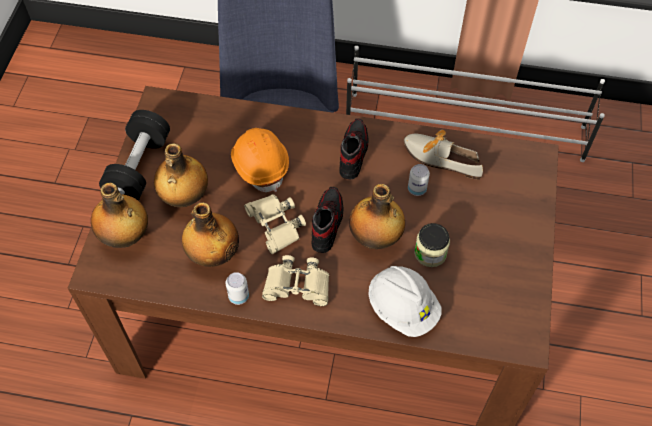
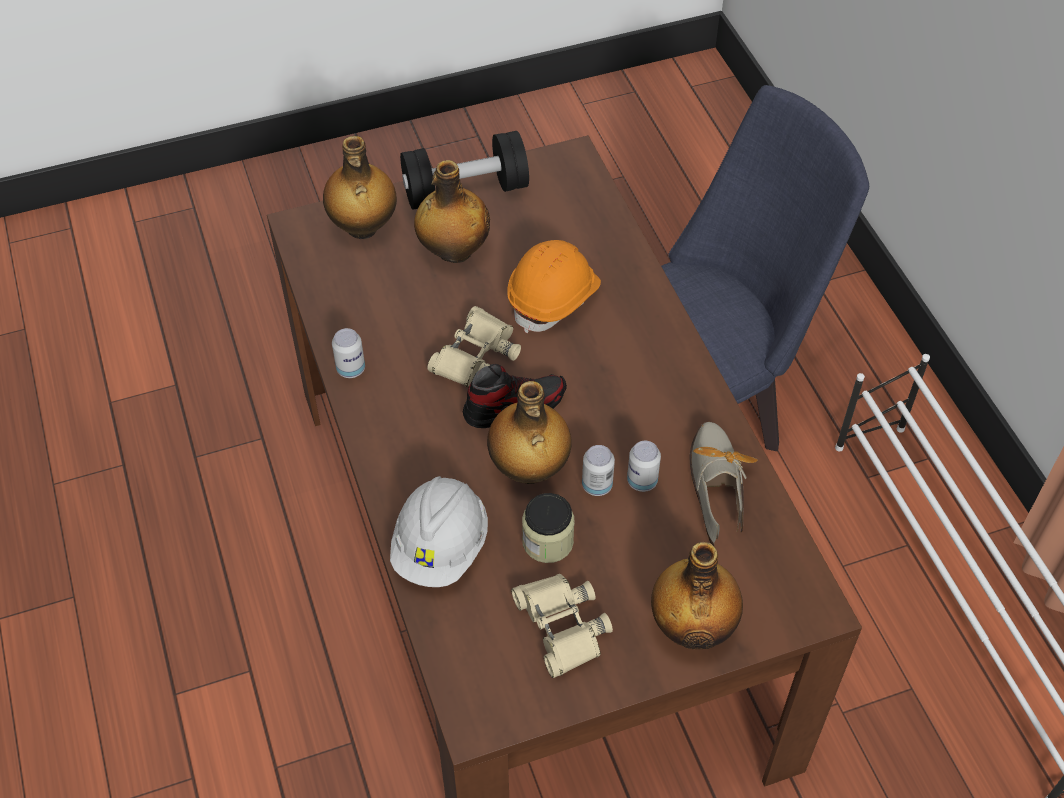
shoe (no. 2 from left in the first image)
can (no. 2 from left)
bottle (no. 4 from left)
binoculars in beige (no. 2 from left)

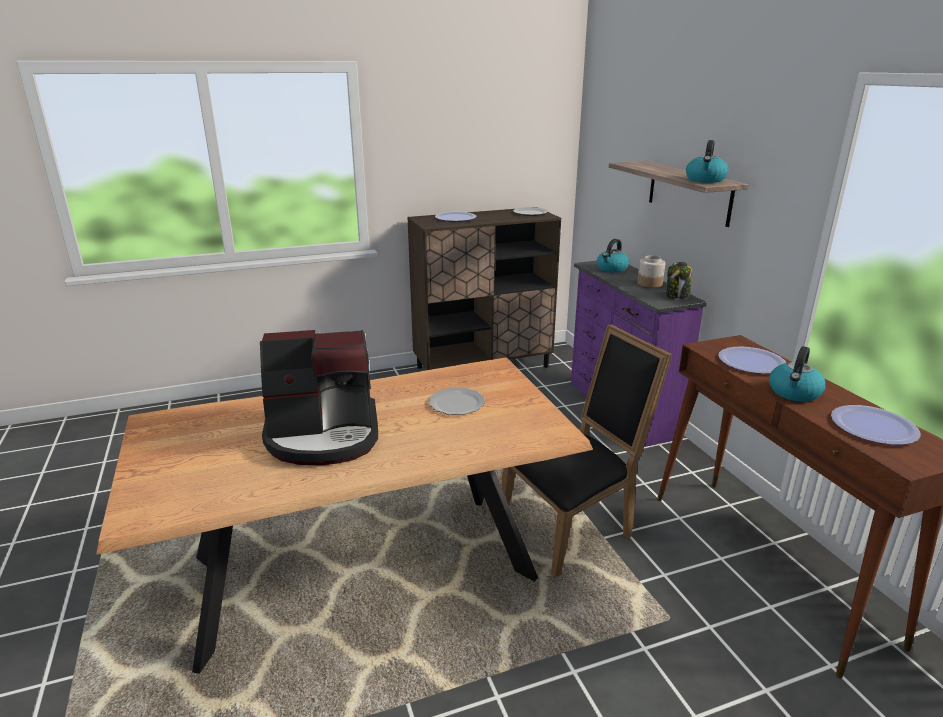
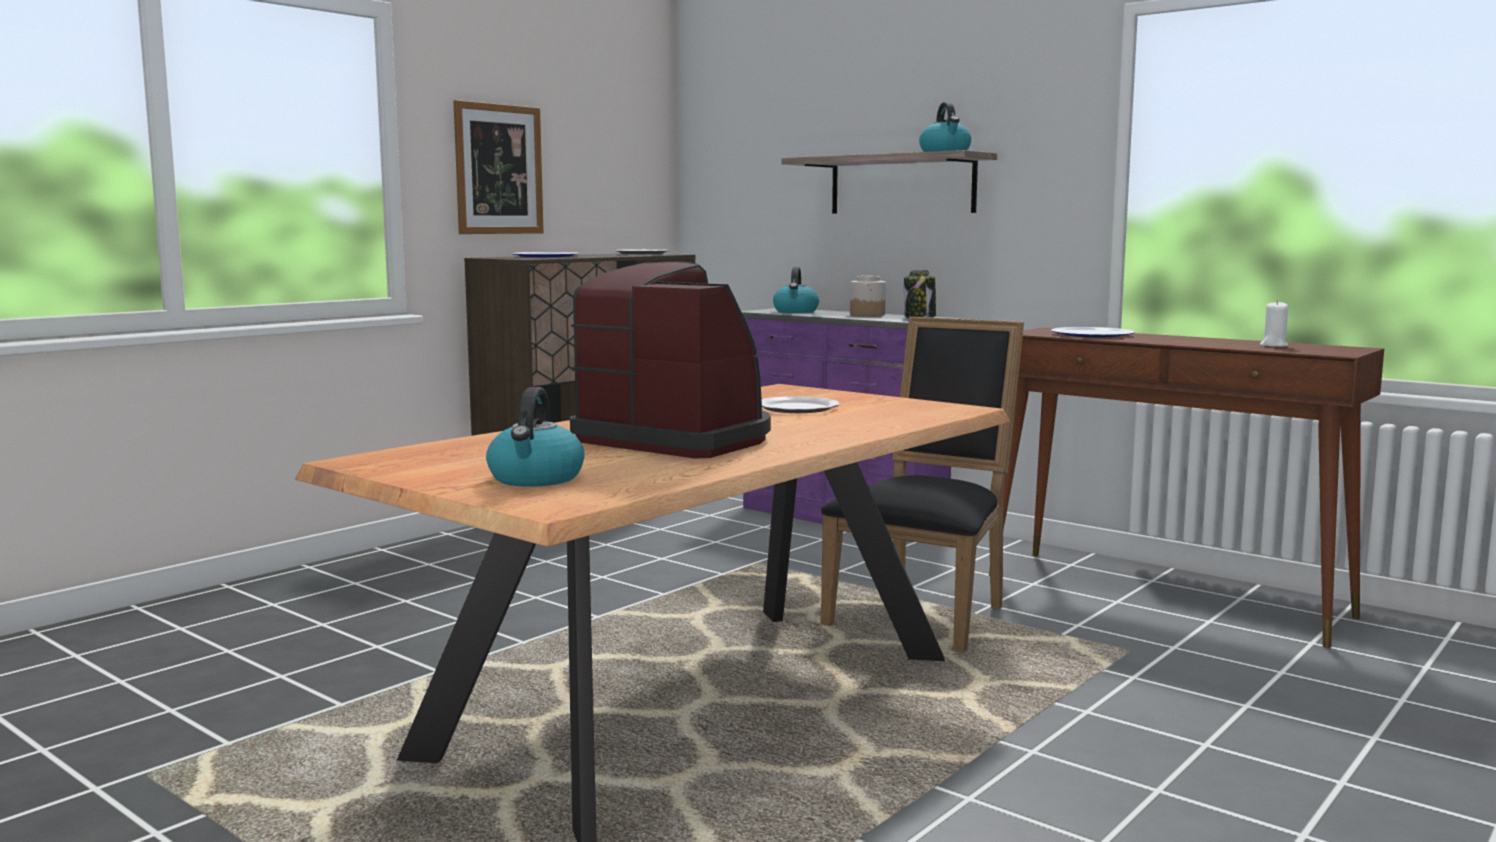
picture
kettle (no. 1 from left)
candle in white
coffee machine

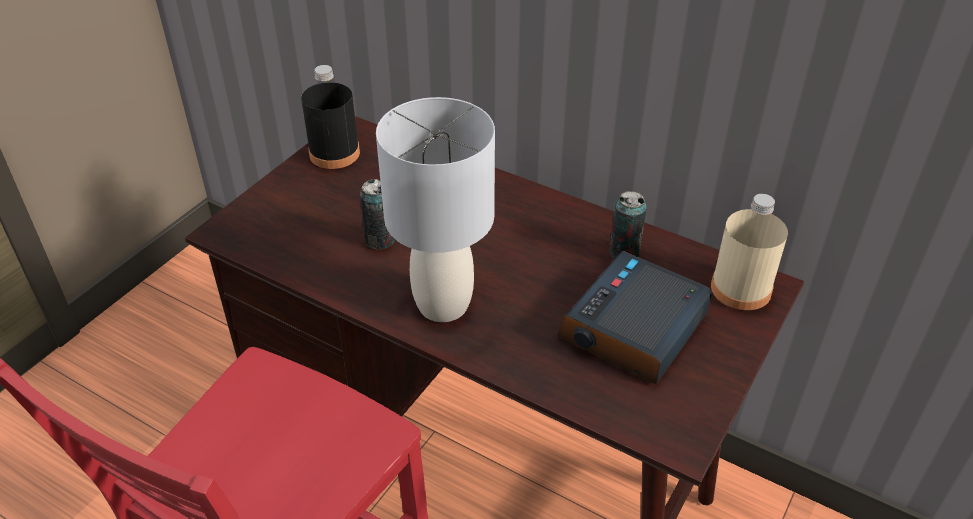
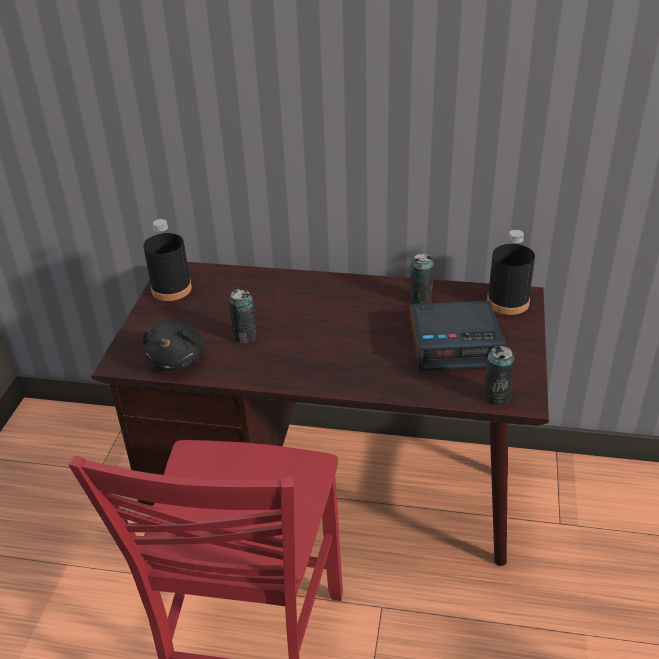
table lamp in grey
plush toy in black
can (no. 3 from left)
bottle in black (no. 2 from left)
alarm clock

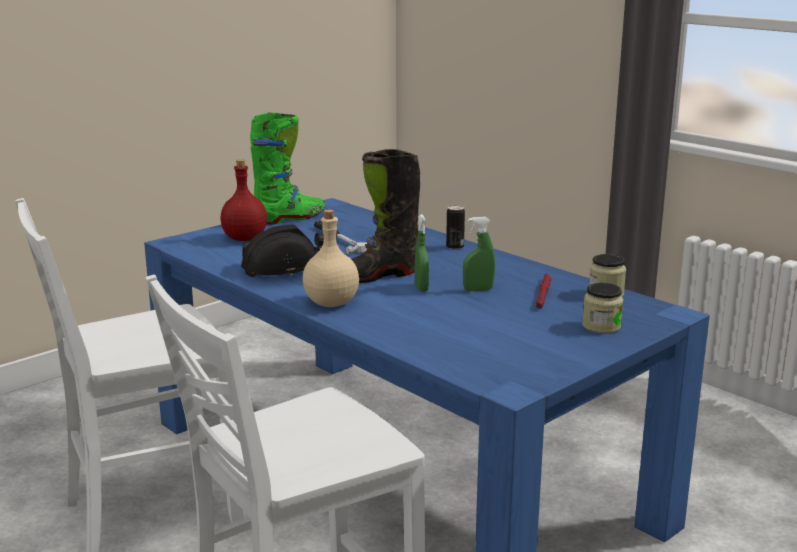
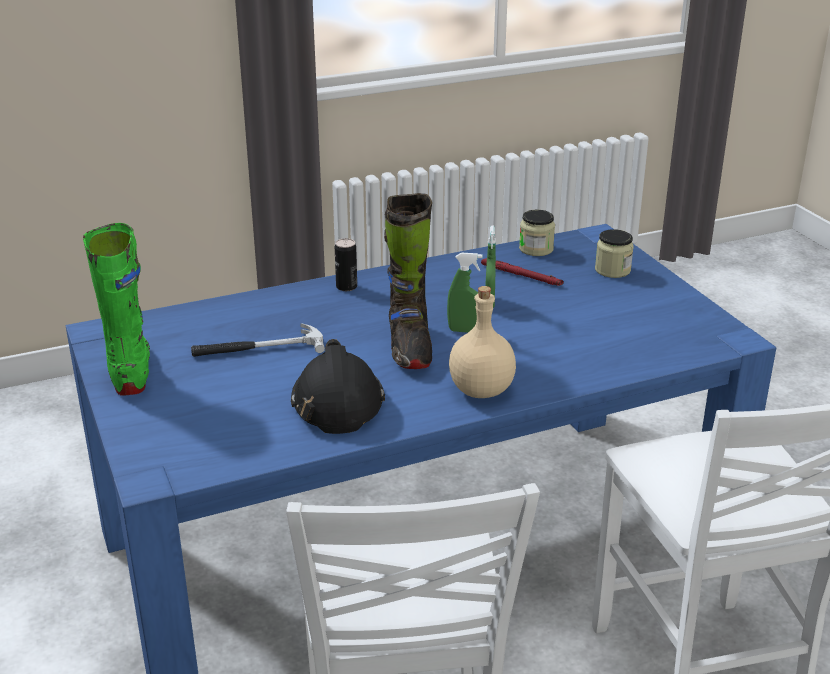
bottle in red

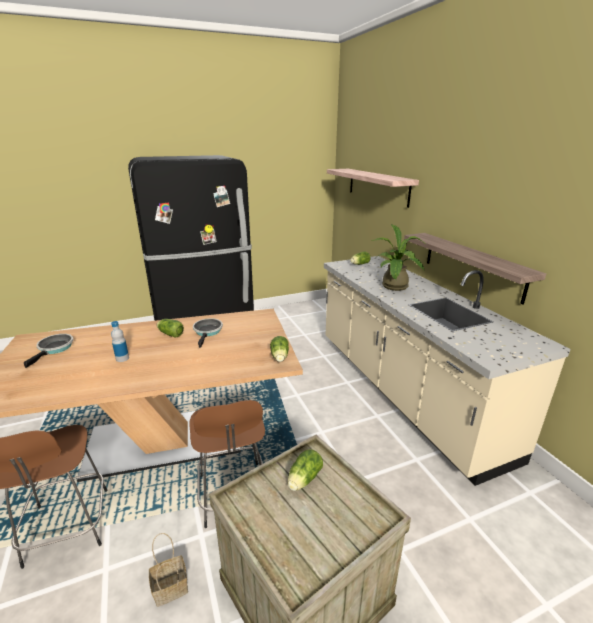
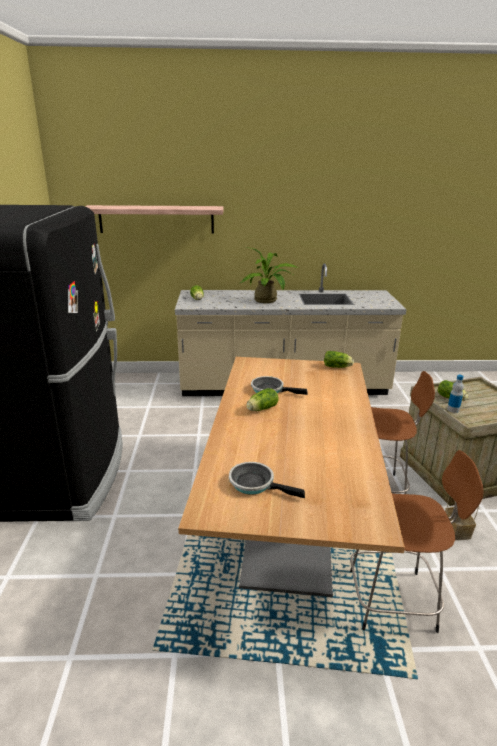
shelf (no. 2 from left in the first image)
bottle

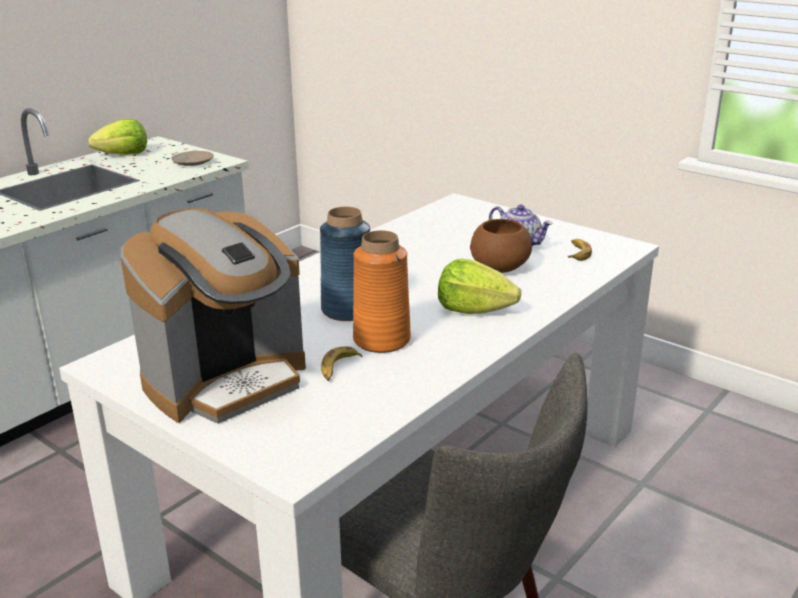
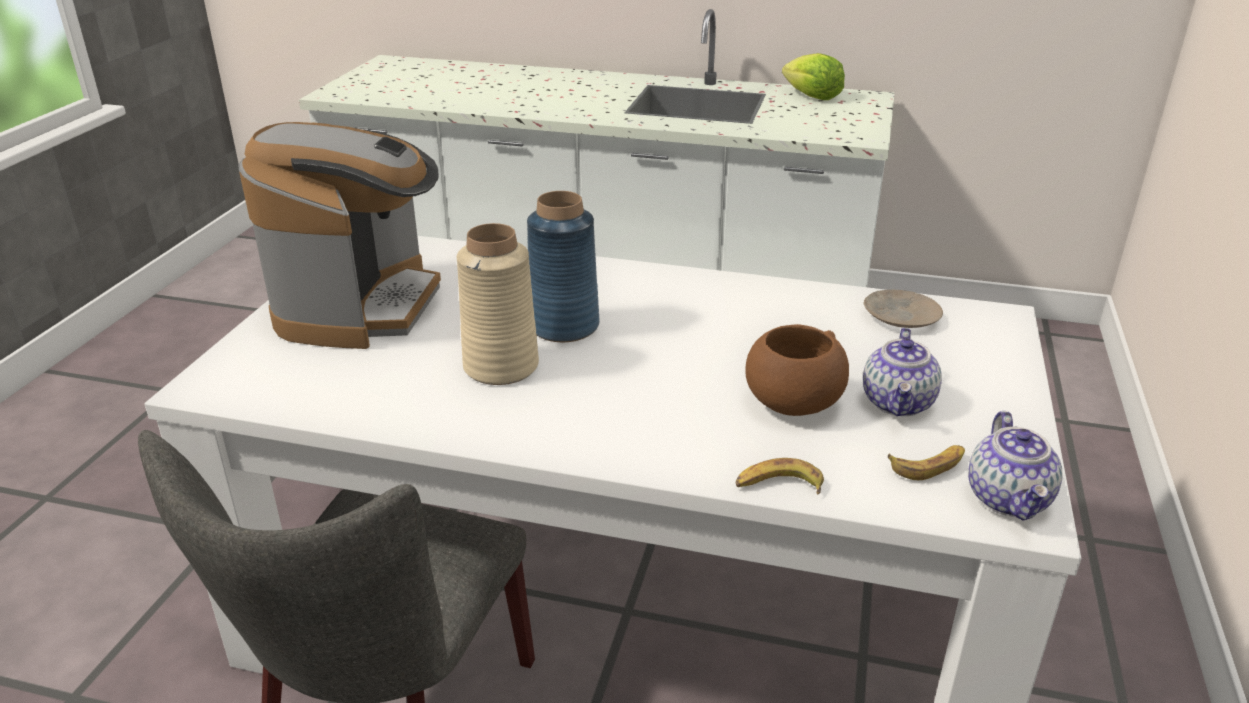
lettuce (no. 2 from left in the first image)
teapot (no. 2 from left)
plate in beige
banana (no. 1 from left)
vase in beige
coffee machine

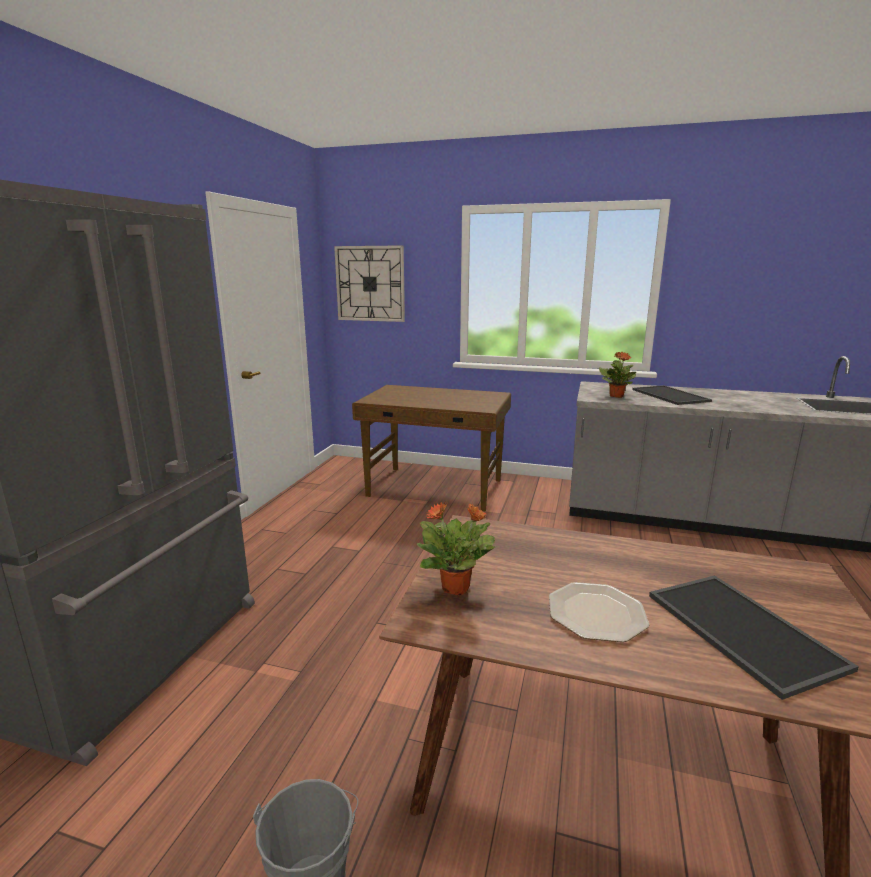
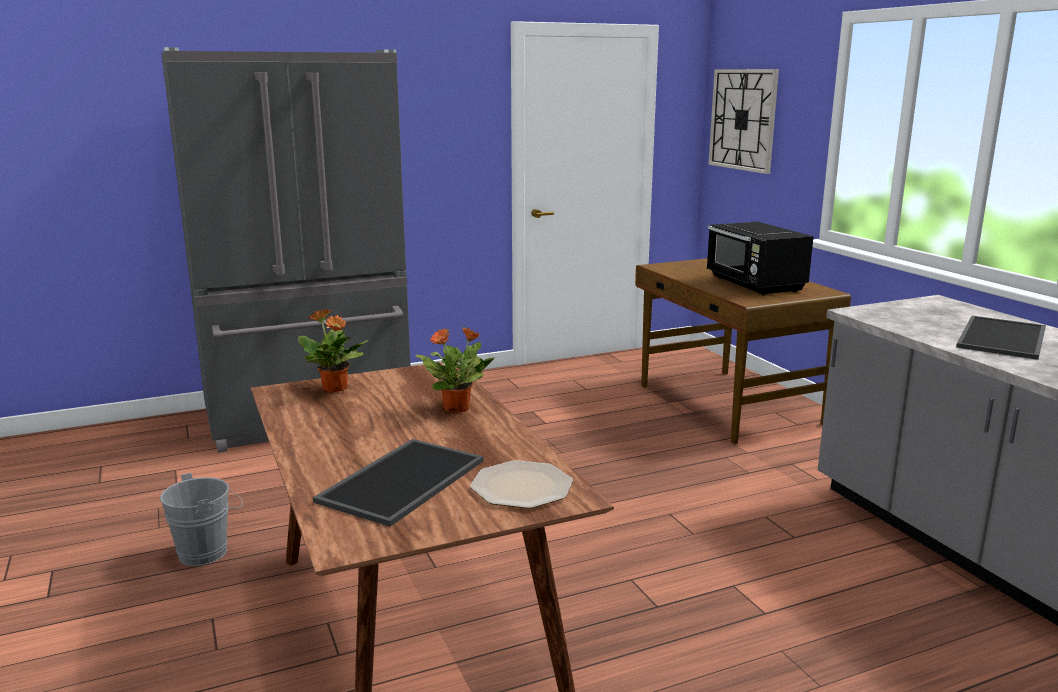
microwave in black
plate
potted plant (no. 2 from left)

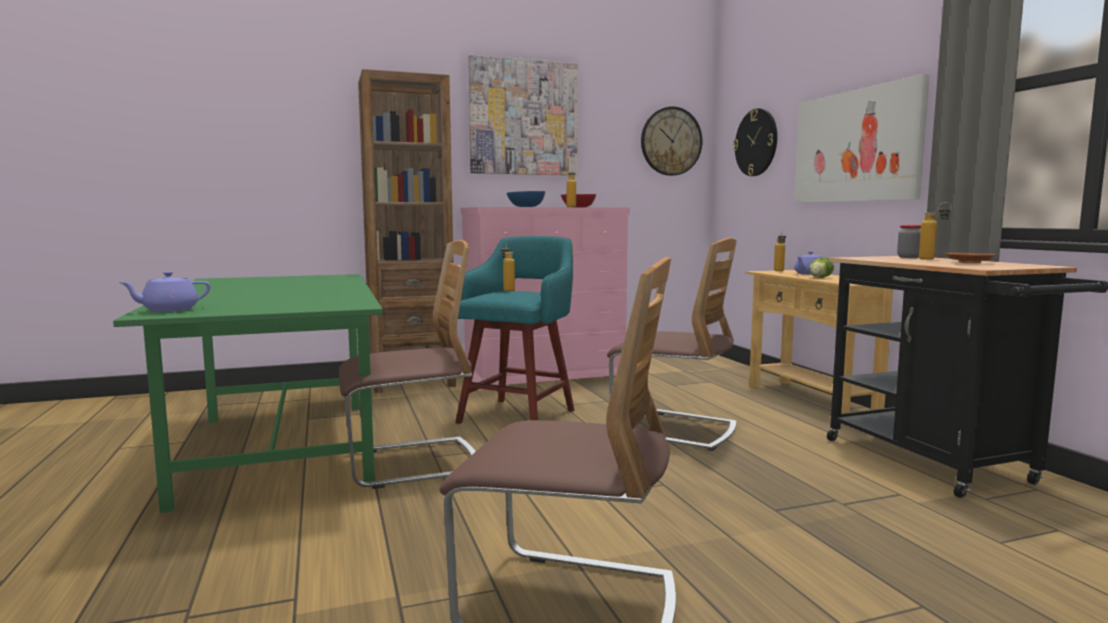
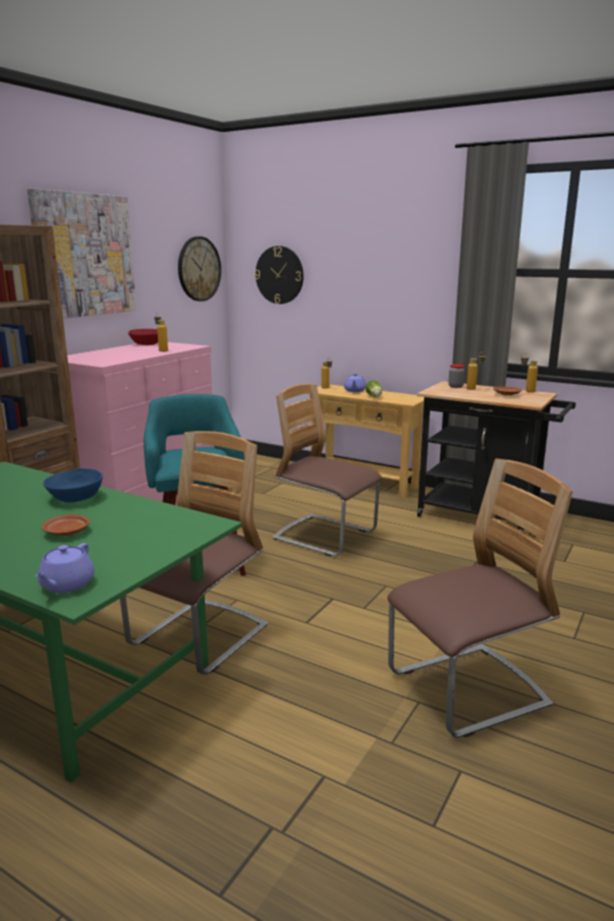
picture (no. 2 from left in the first image)
plate in brown (no. 1 from left)
bottle (no. 4 from left)
bowl in blue
chair (no. 2 from left)

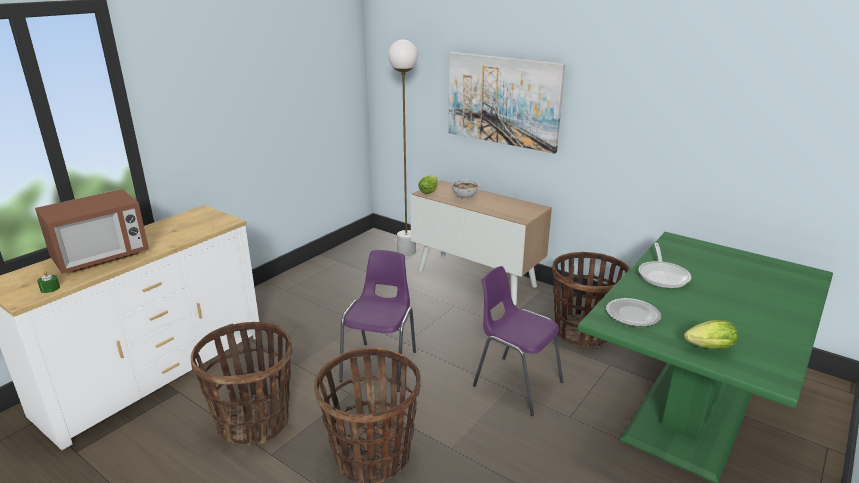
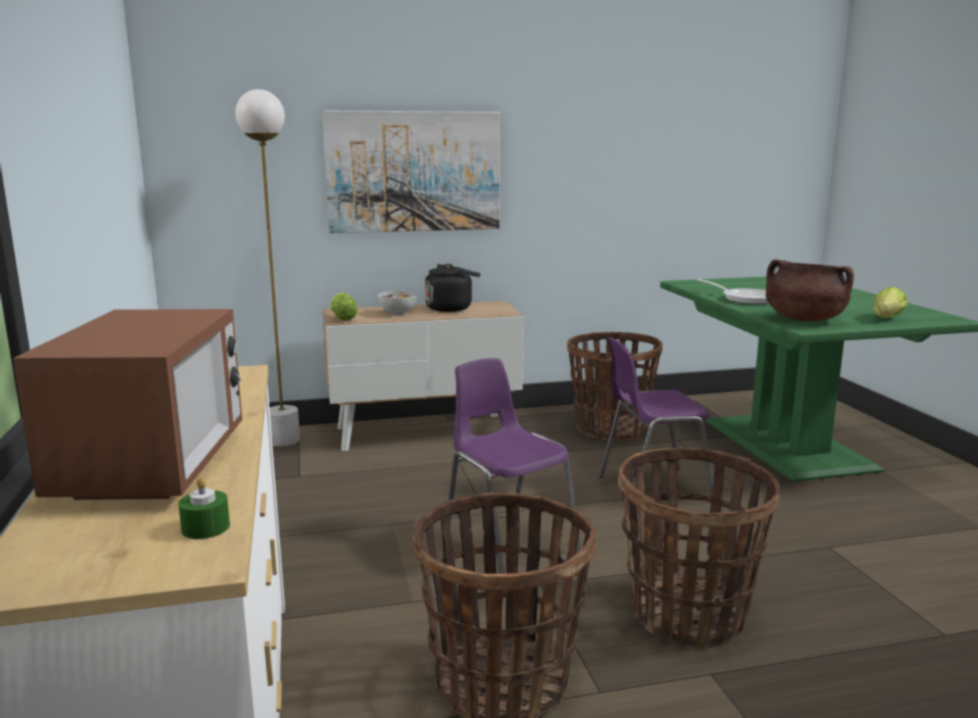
kettle in black
cooking pot in brown

